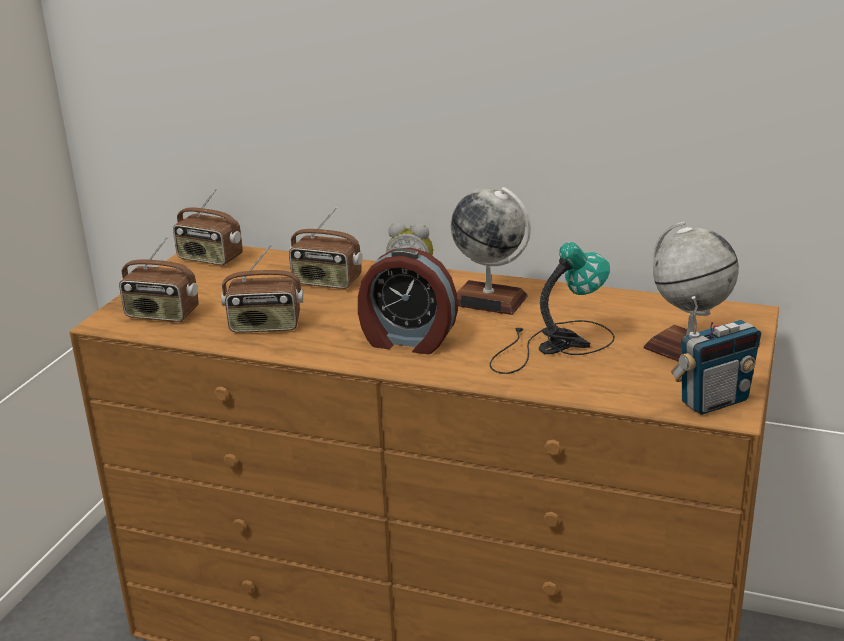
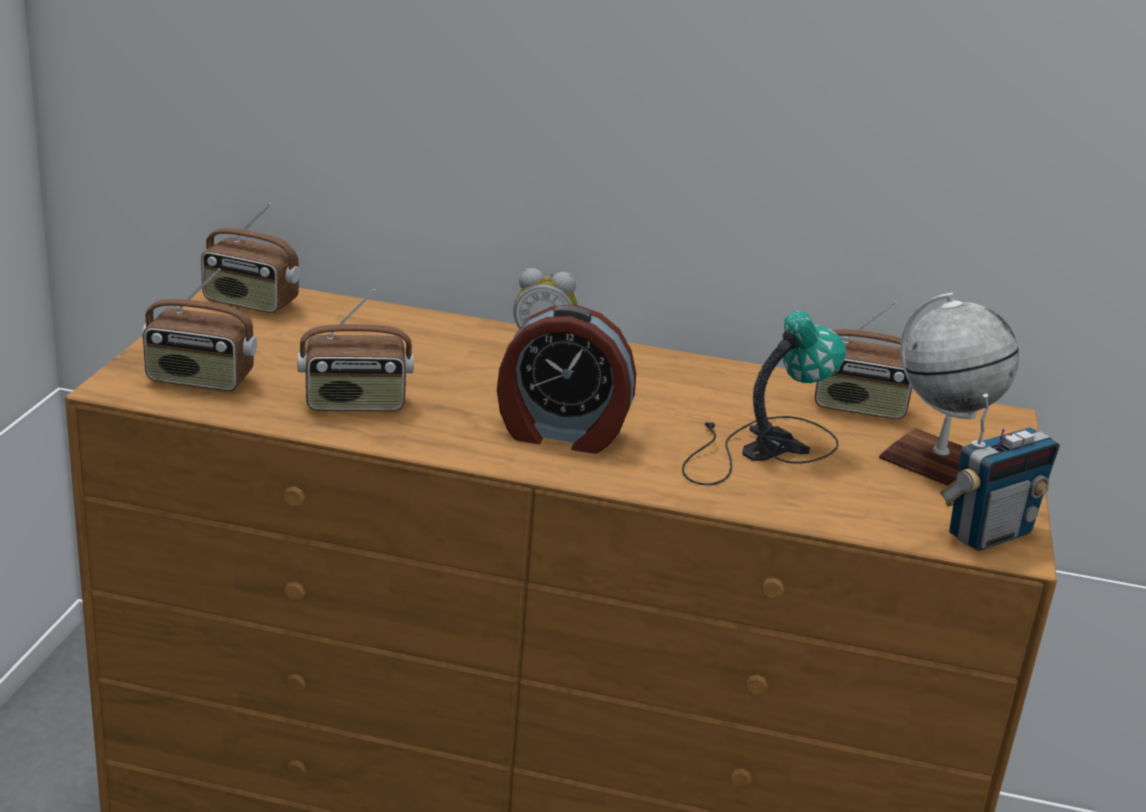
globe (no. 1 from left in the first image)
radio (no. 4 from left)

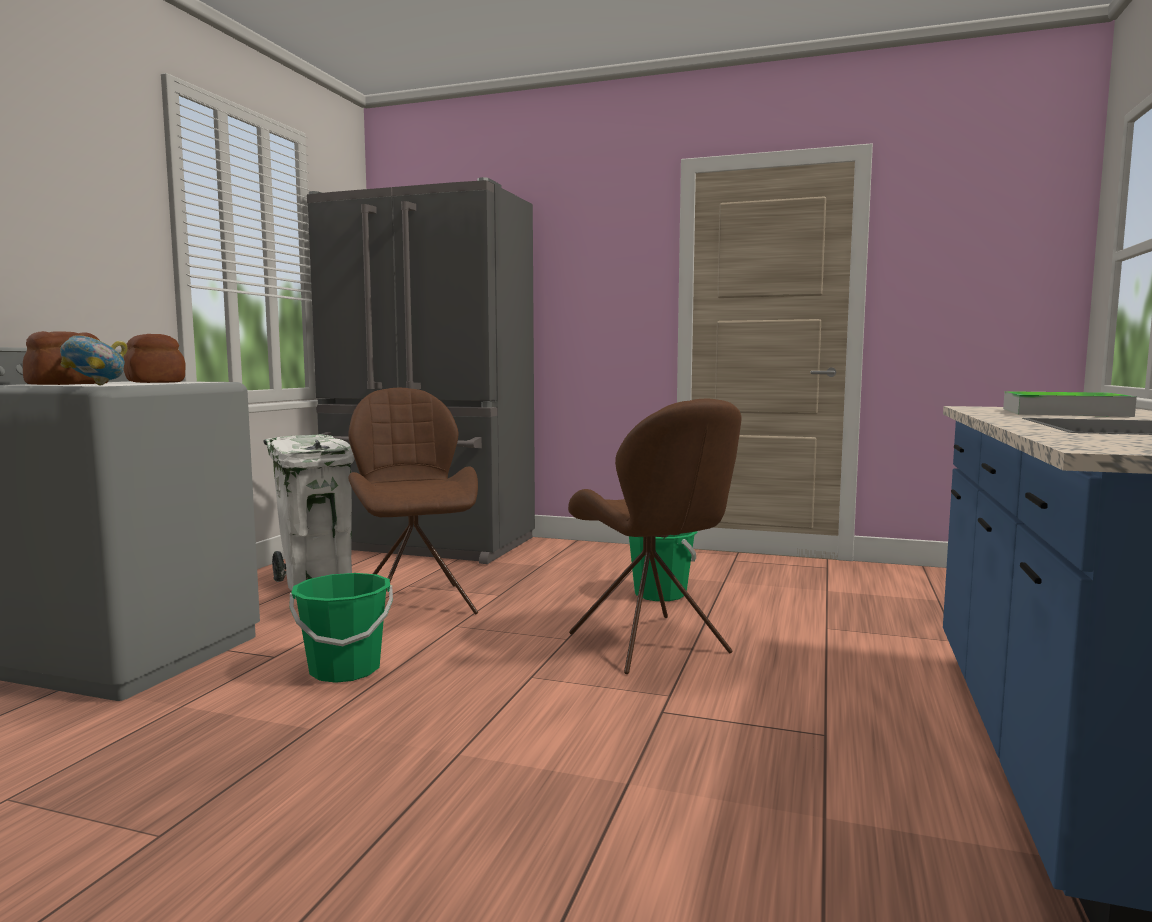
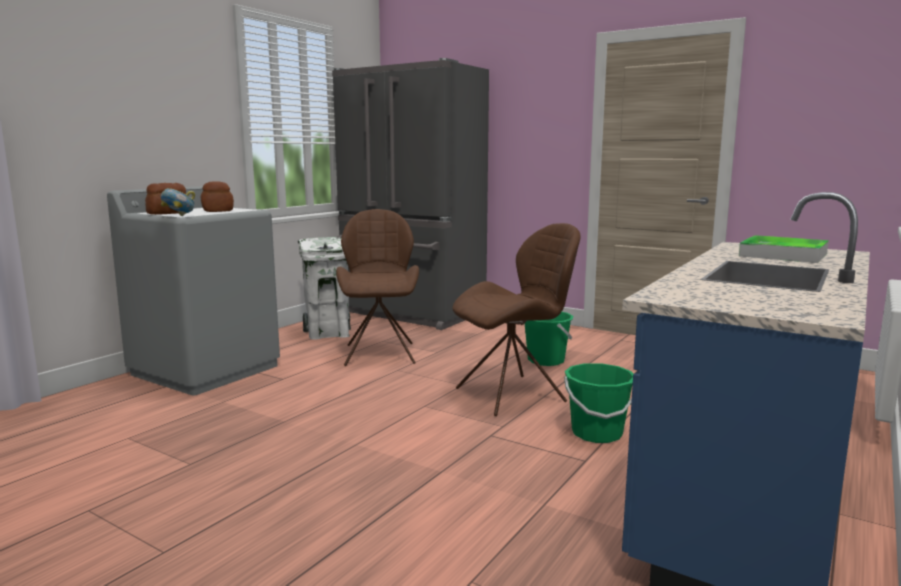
bucket in green (no. 2 from left)
chair in brown (no. 2 from left)

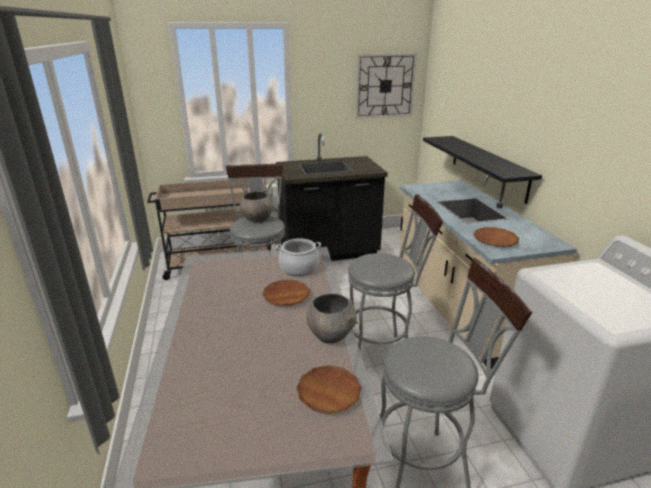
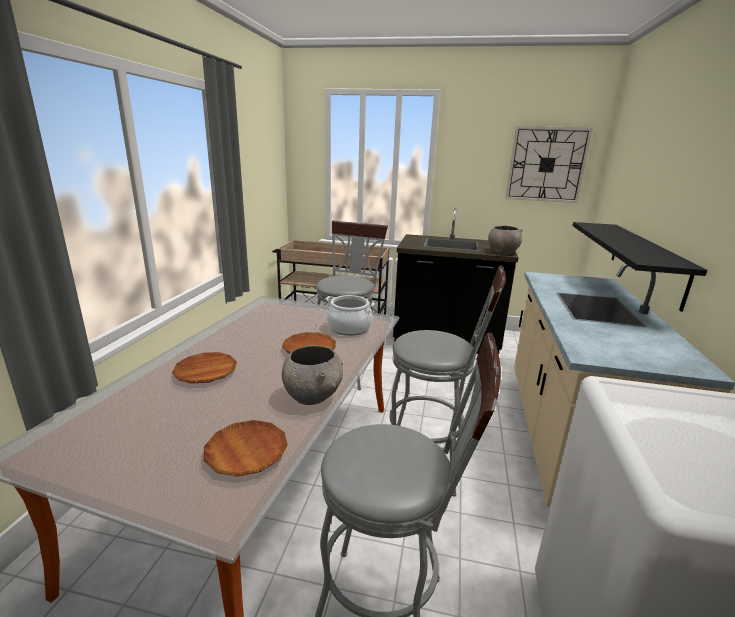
bowl in grey (no. 2 from left)
plate in brown (no. 1 from left)

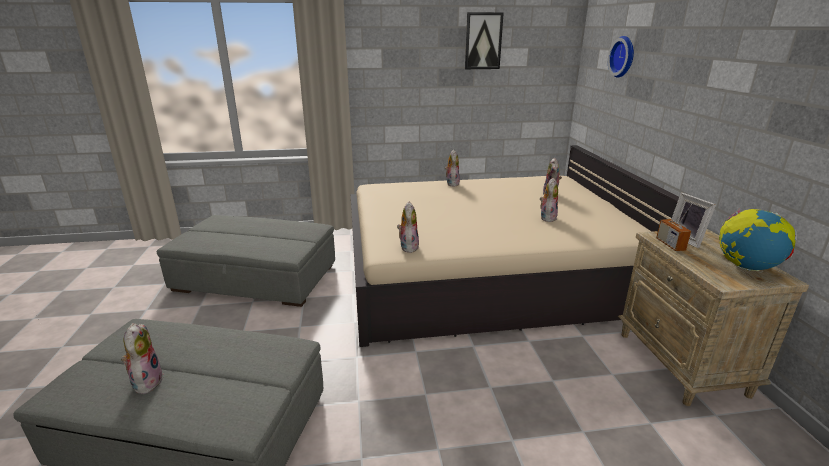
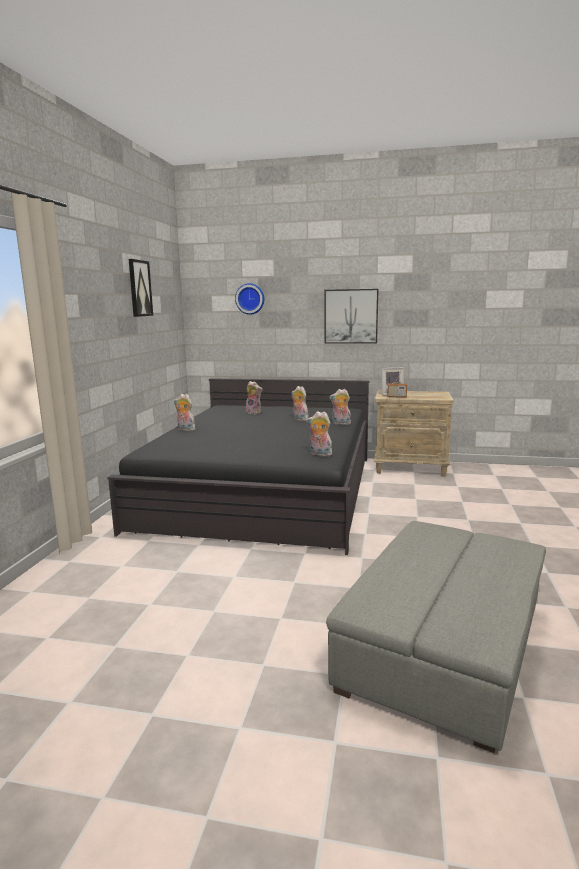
ottoman in grey (no. 2 from left in the first image)
globe
picture (no. 2 from left)
plush toy (no. 5 from left)
bed in black

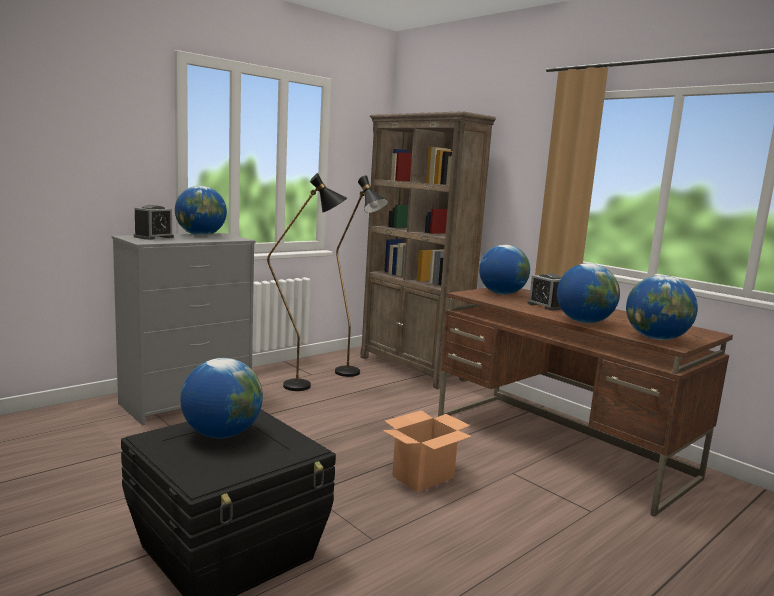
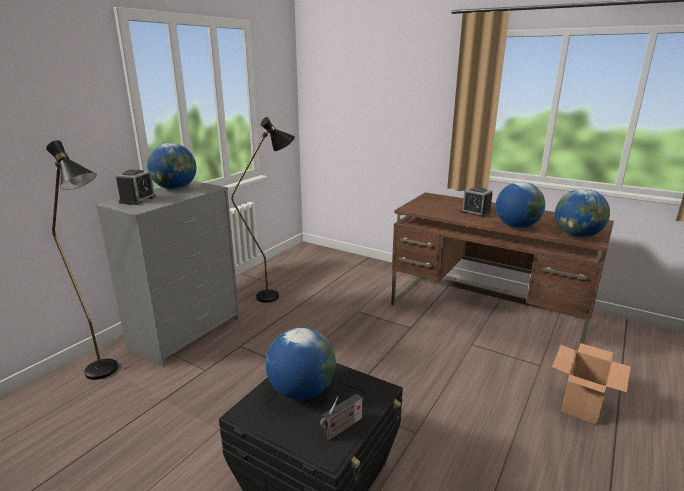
bookcase in brown
globe (no. 3 from left in the first image)
radio
floor lamp in black (no. 1 from left)
cardboard box

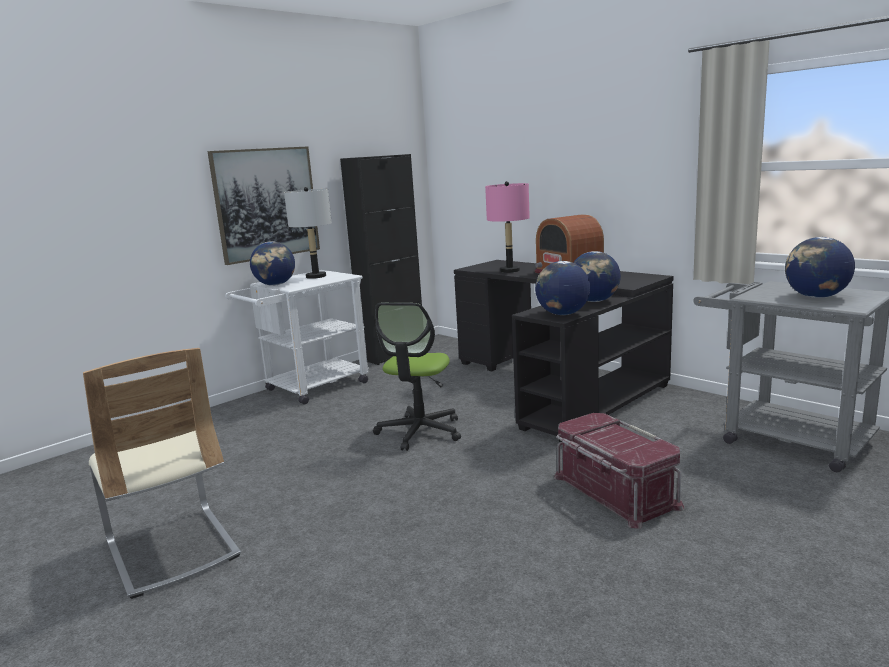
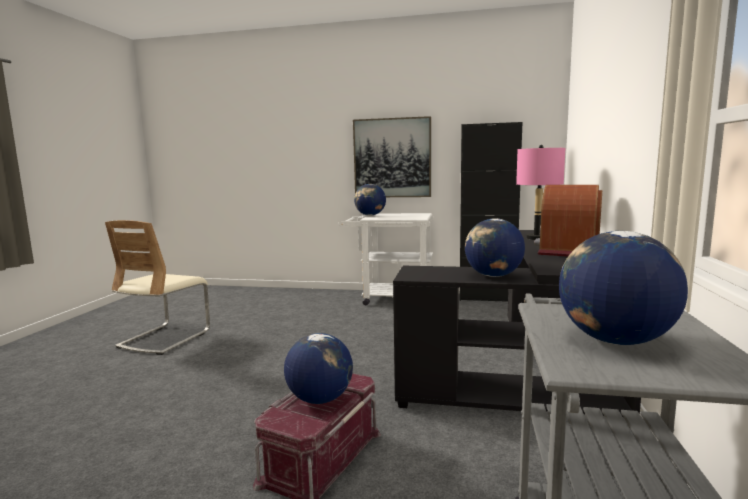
table lamp in grey
office chair
globe (no. 1 from left)

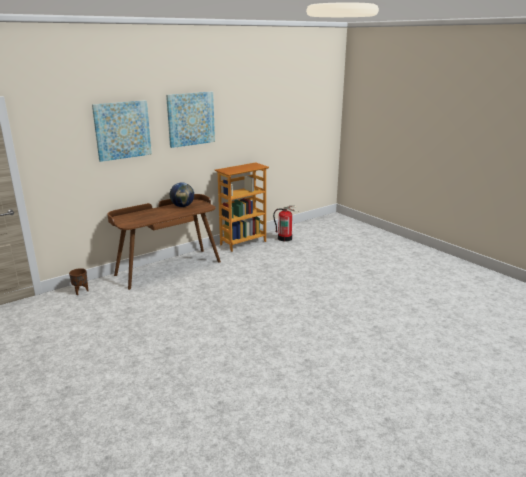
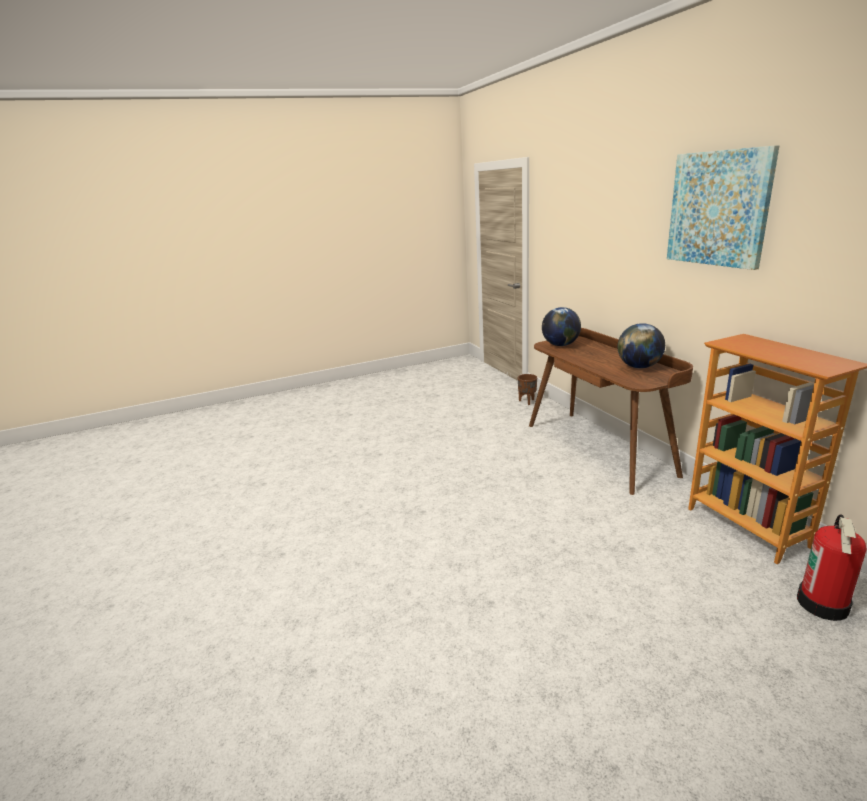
picture (no. 1 from left in the first image)
globe (no. 1 from left)

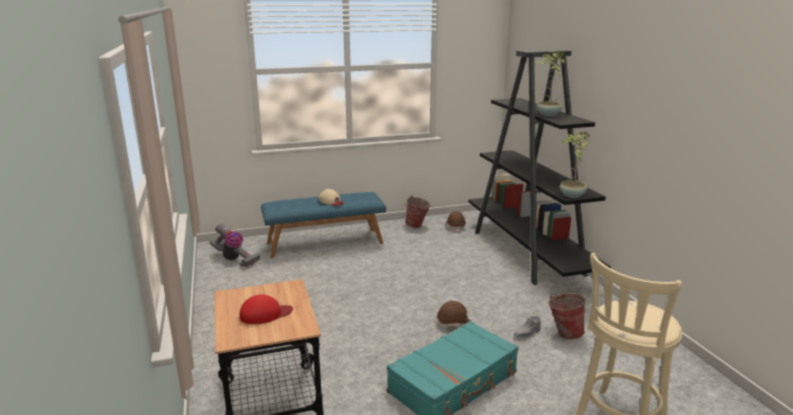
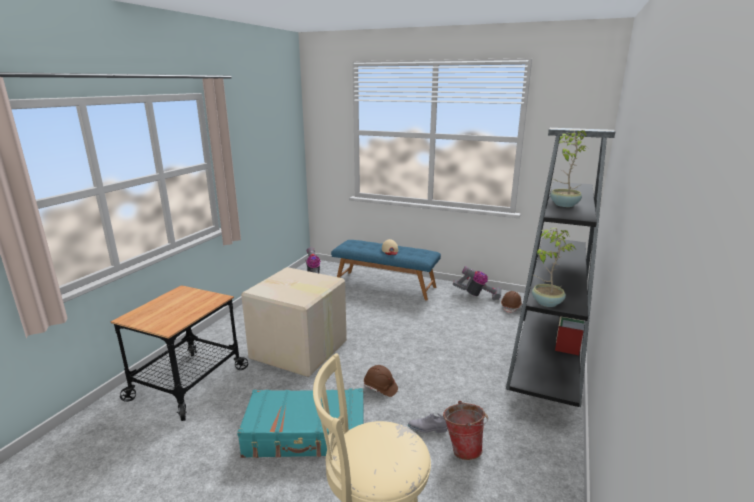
cap in red
cardboard box
vacuum cleaner (no. 2 from left)

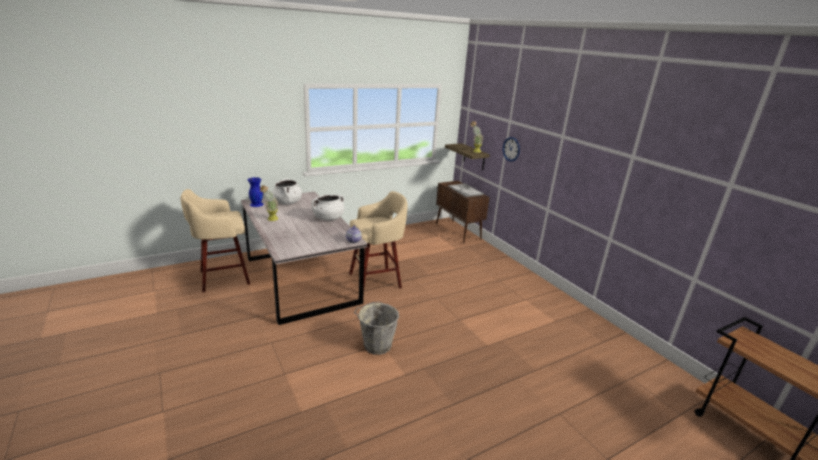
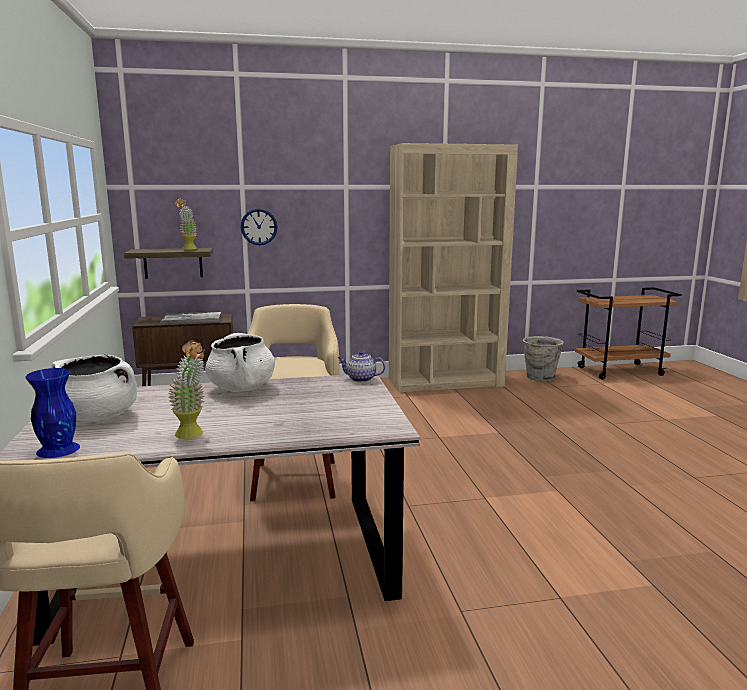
bookcase in beige
bucket in grey

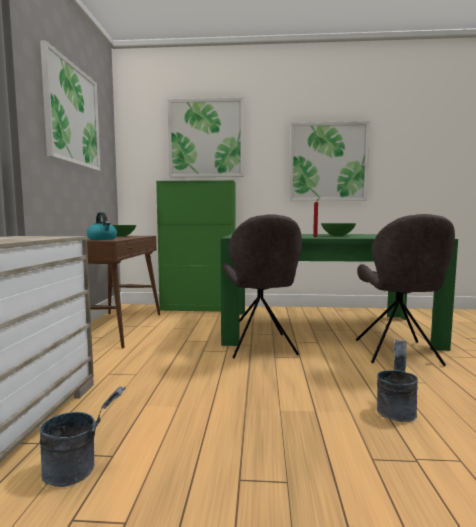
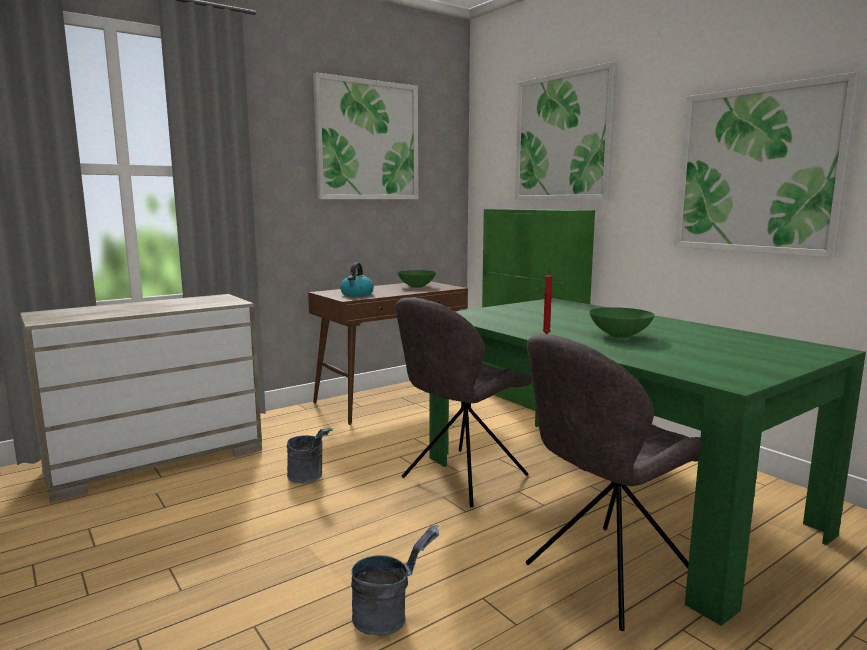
bucket in grey (no. 1 from left)

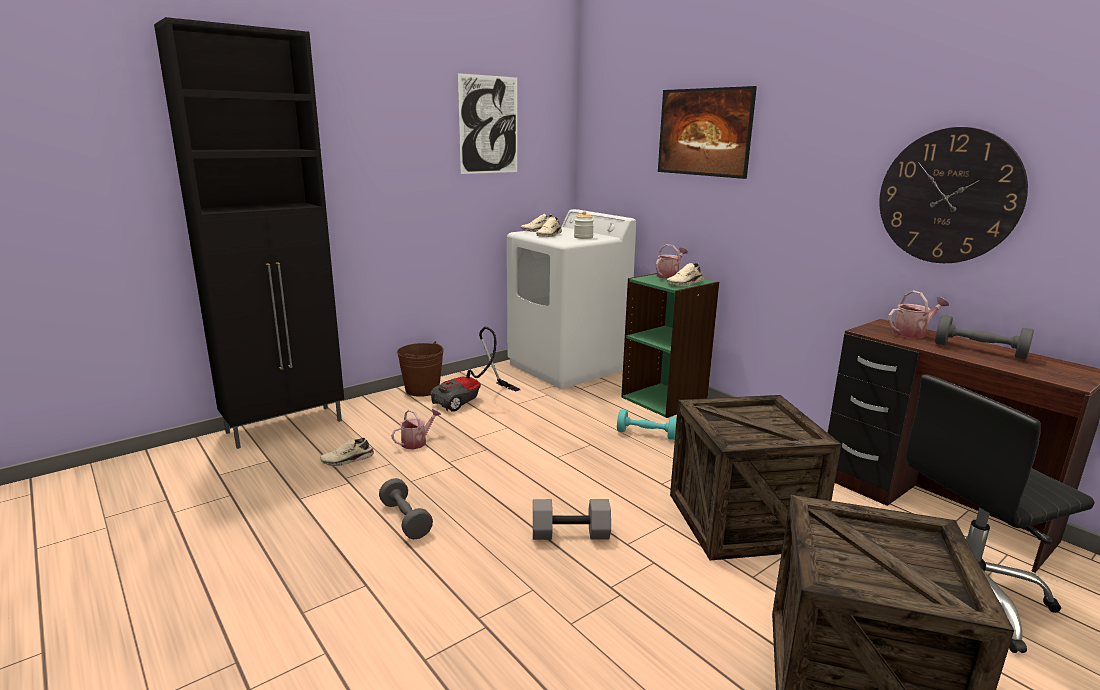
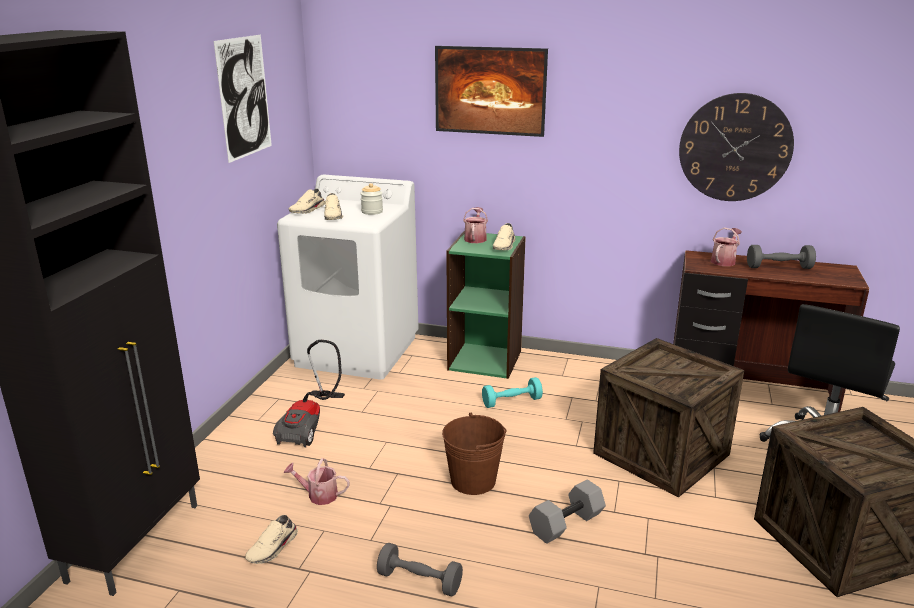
bucket in brown
watering can (no. 1 from left)

